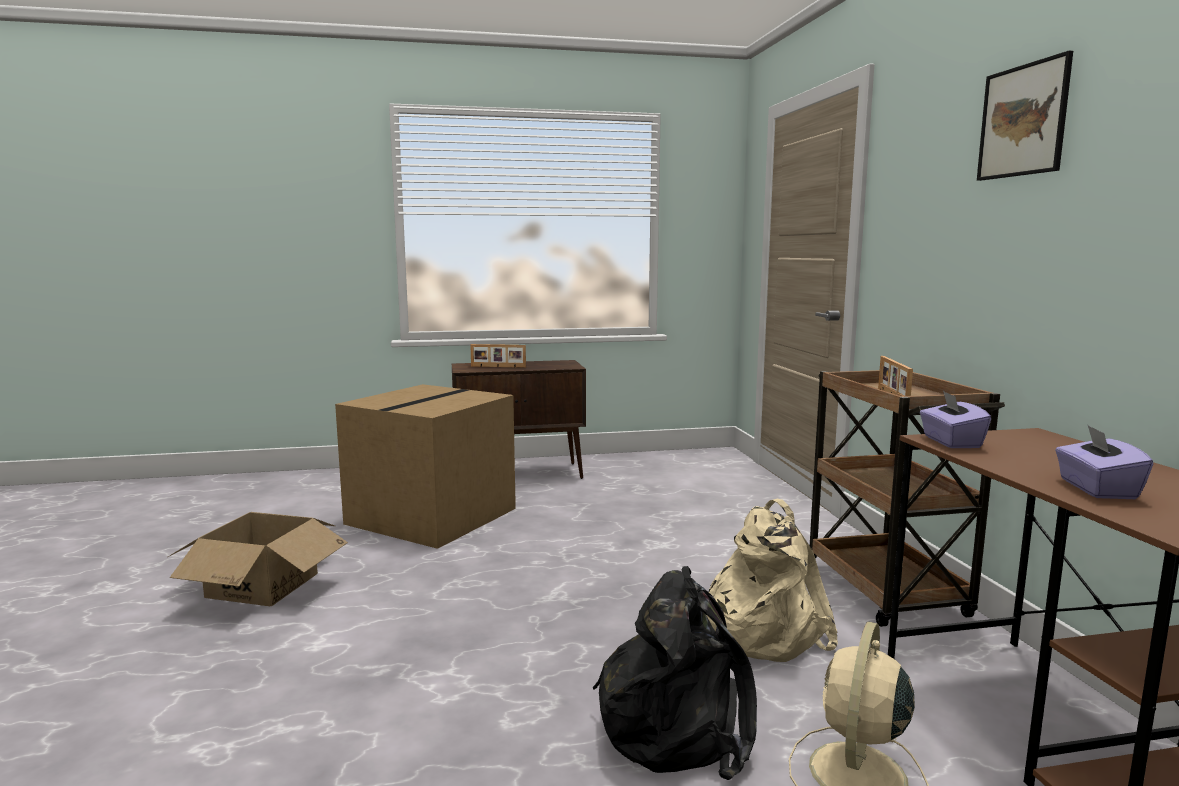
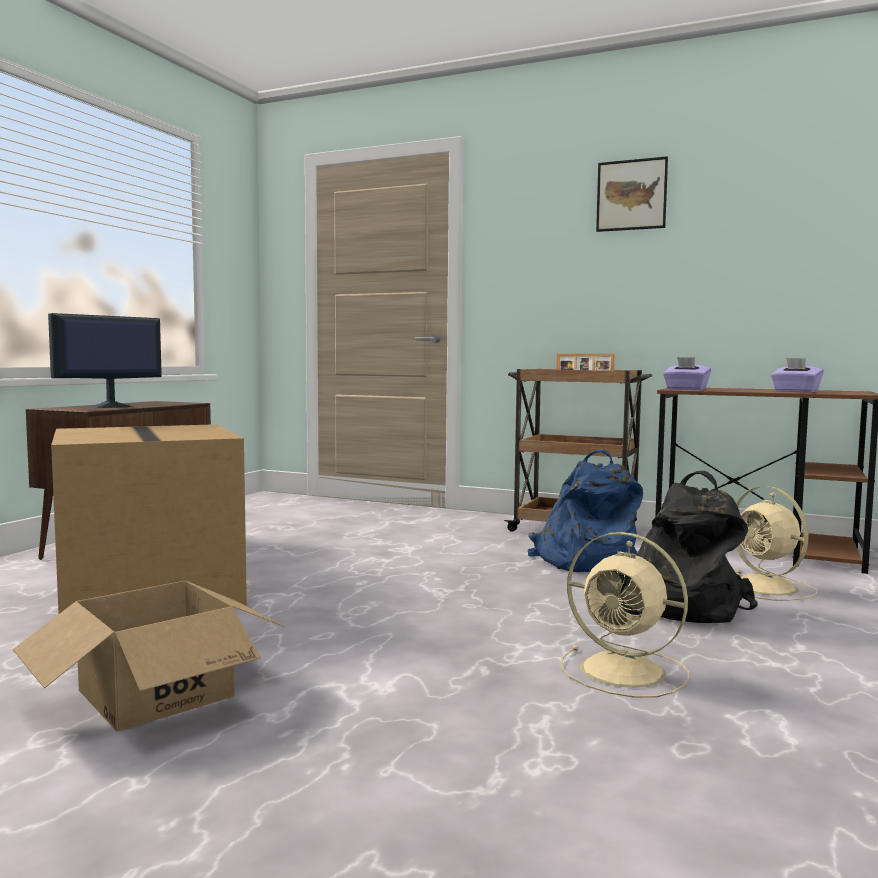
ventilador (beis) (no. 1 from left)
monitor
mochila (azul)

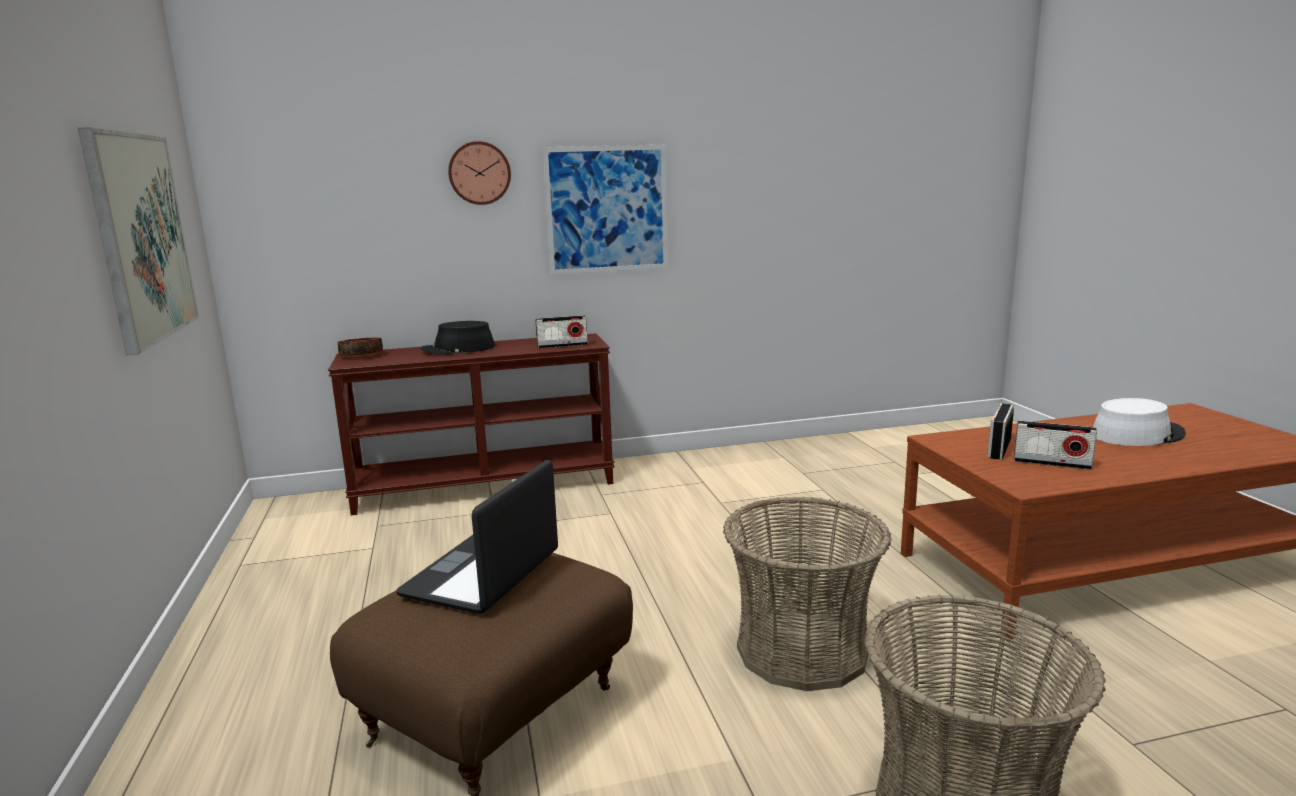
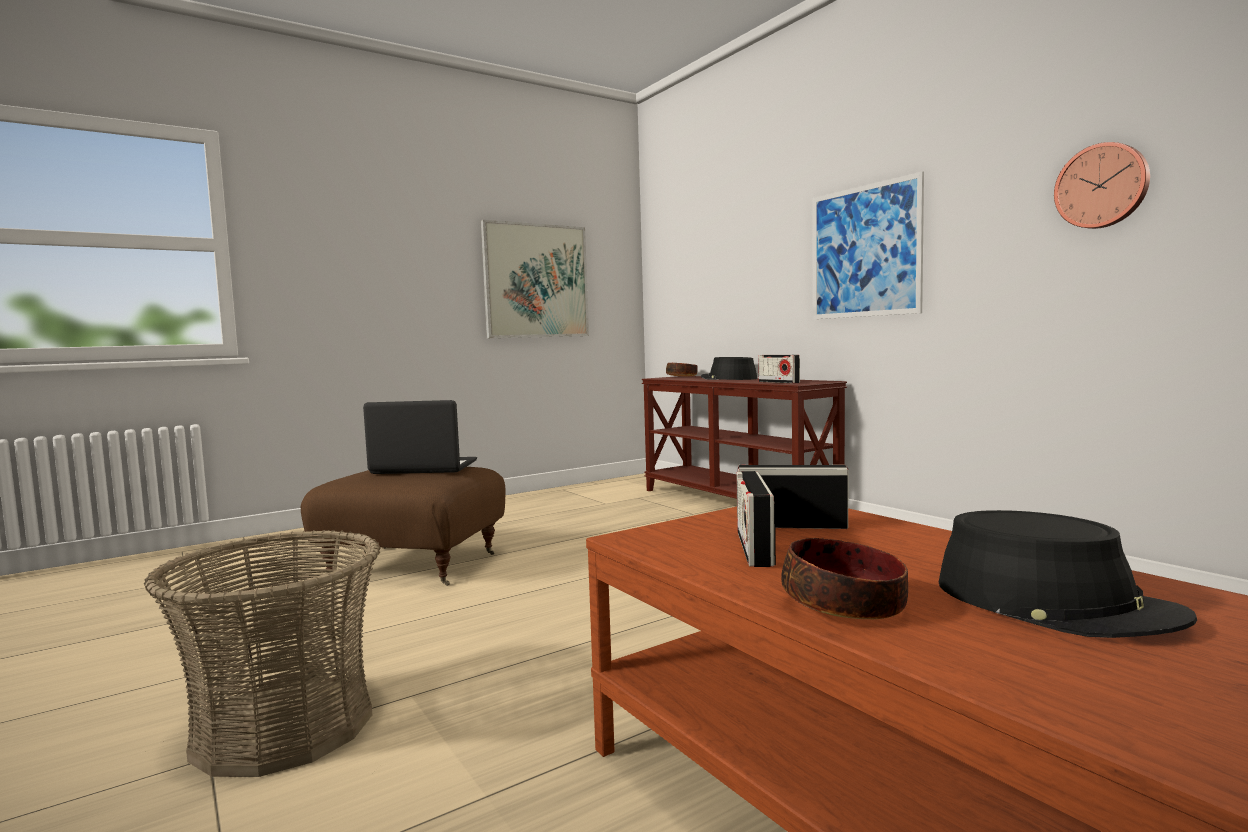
cesta (no. 1 from left in the first image)
cuenco (no. 2 from left)
reloj de pared
sombrero (negro) (no. 2 from left)

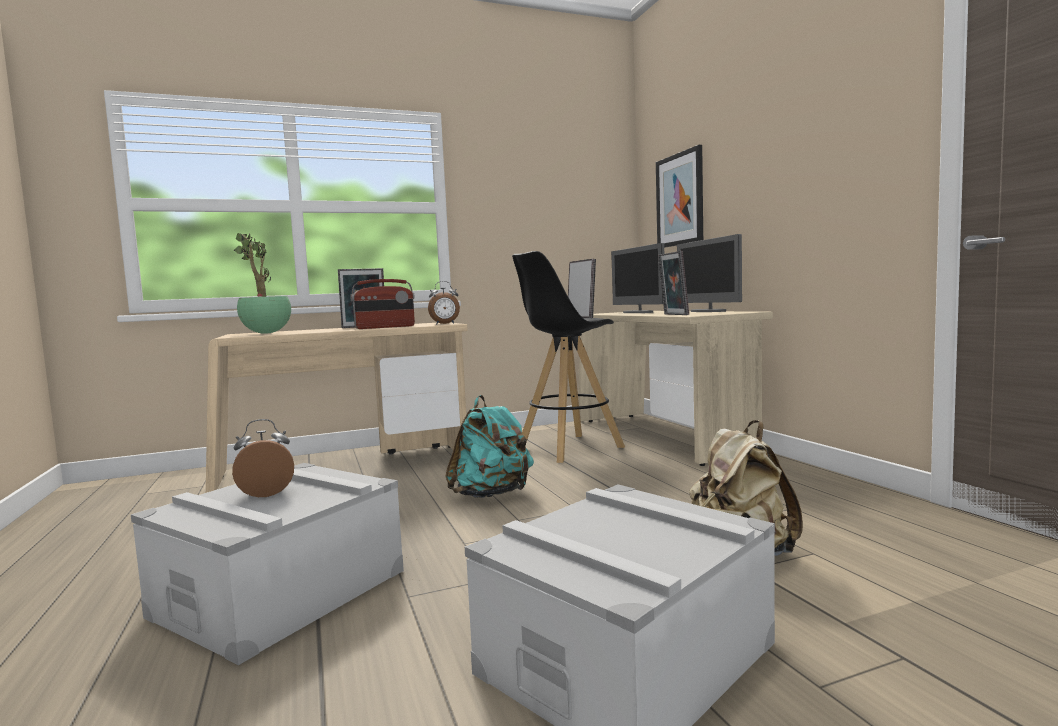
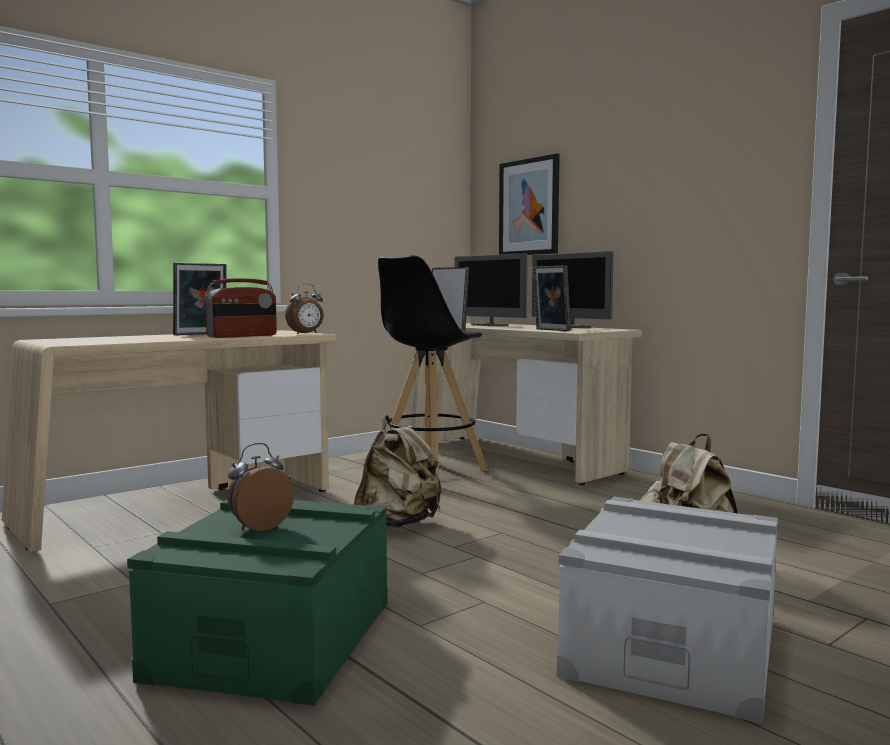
planta en maceta
caja de almacenaje (verde)
mochila (beis) (no. 1 from left)

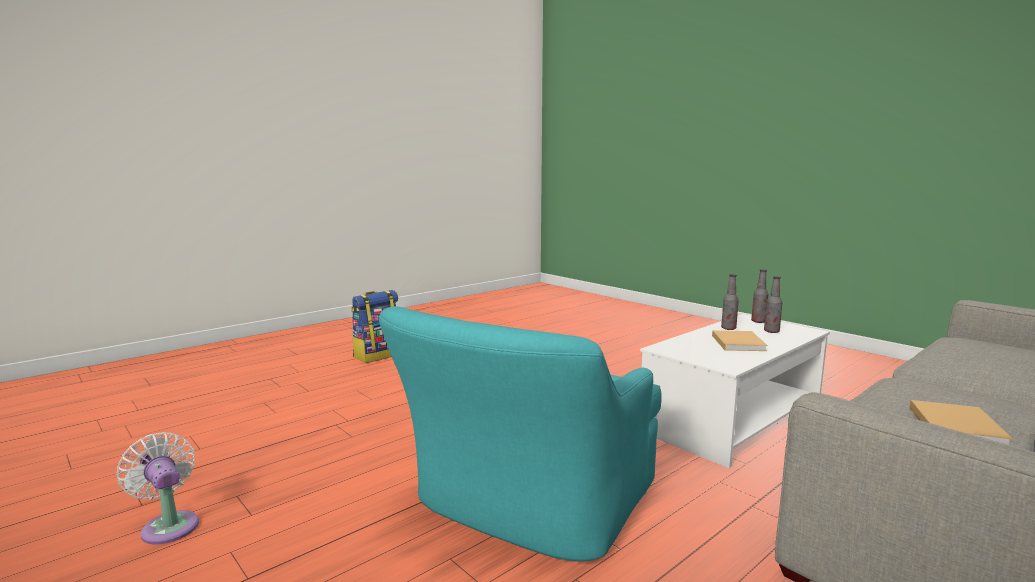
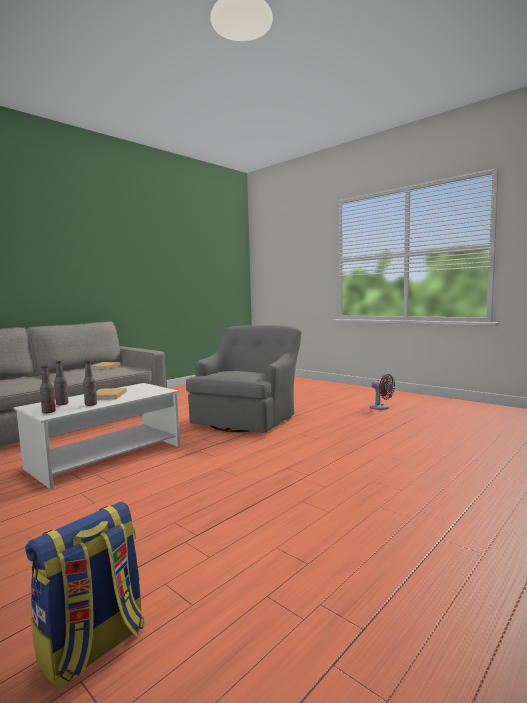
mochila
ventilador (marrón)
sillón (gris)

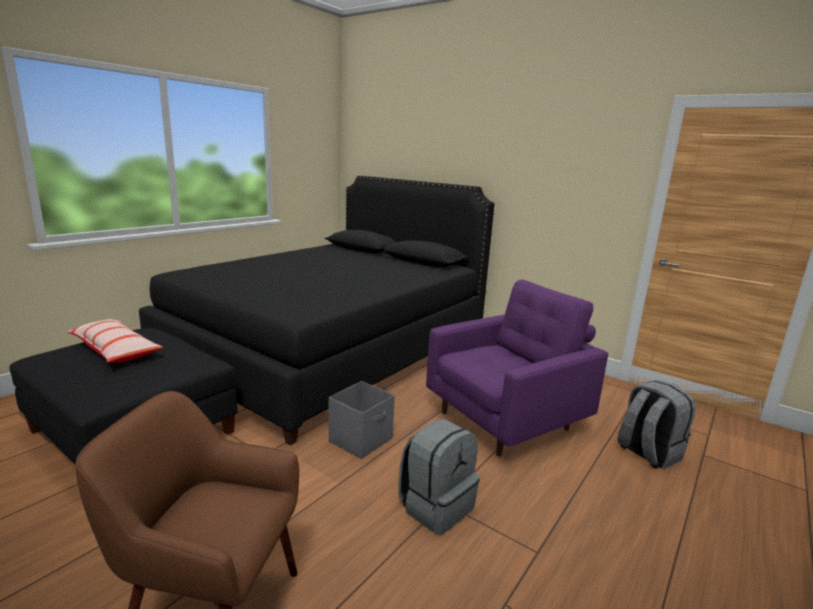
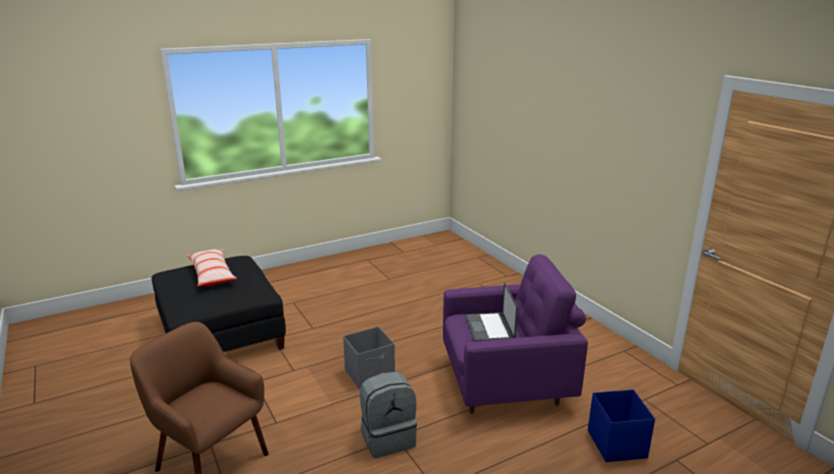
cama (negro)
portátil
caja de almacenaje (azul)

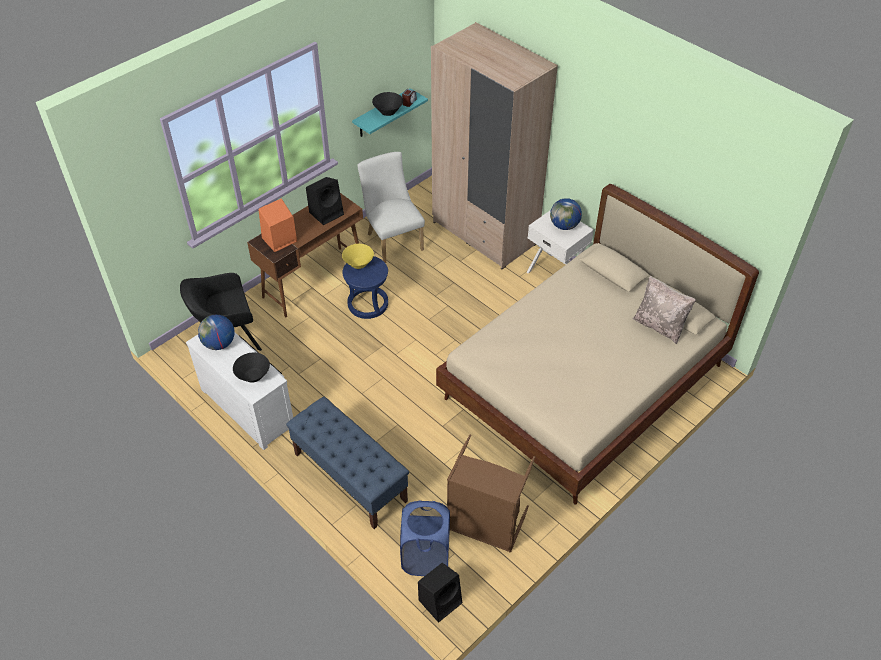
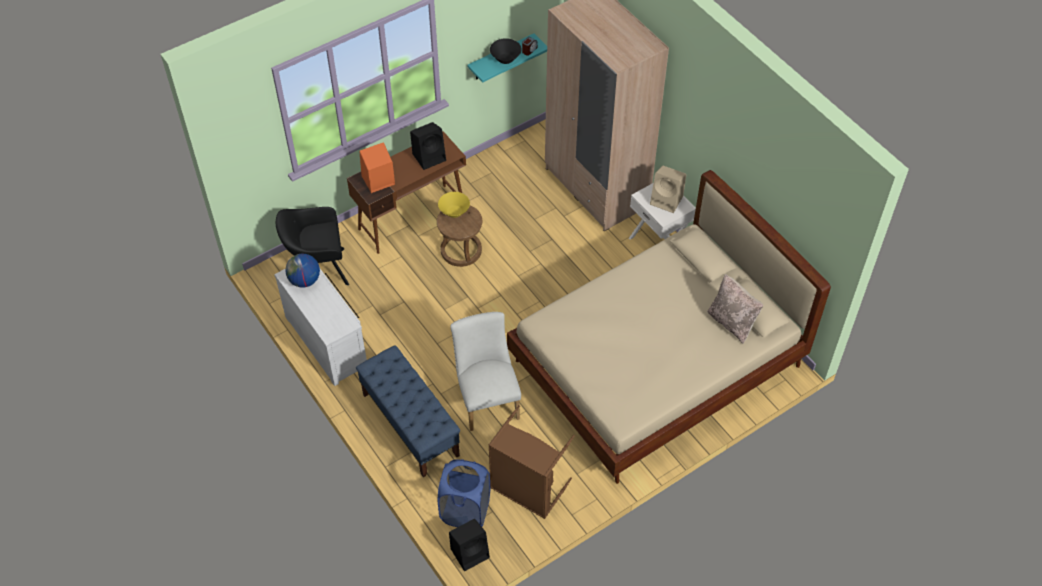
cuenco (negro) (no. 1 from left in the first image)
silla (blanco)
altavoz (beis)
taburete (marrón)

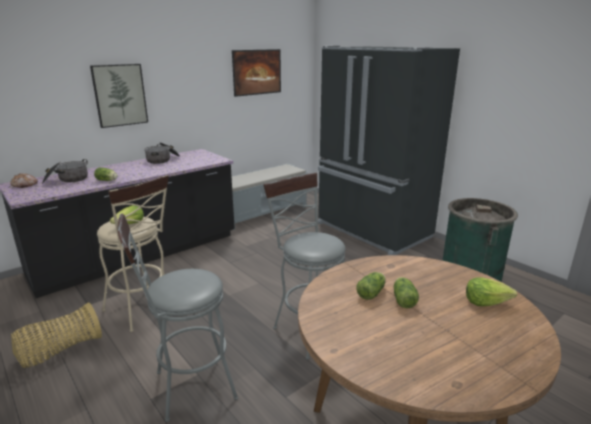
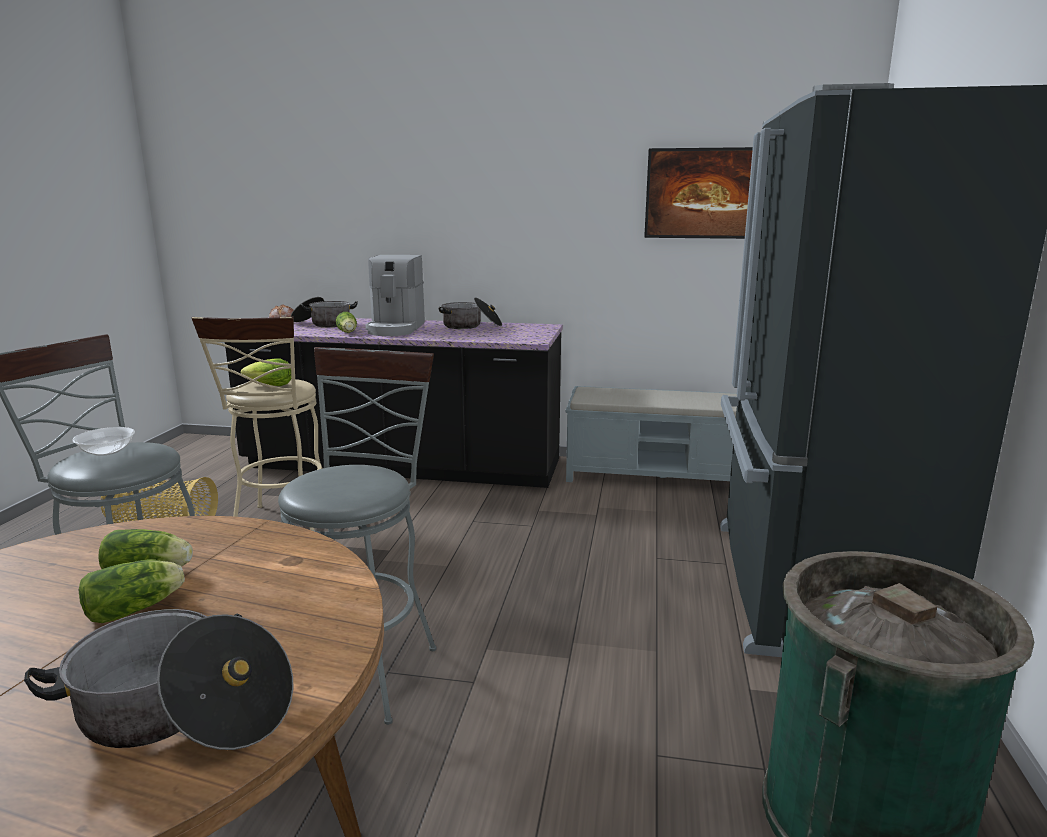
cuadro (no. 1 from left in the first image)
cuenco
cafetera
olla (no. 1 from left)

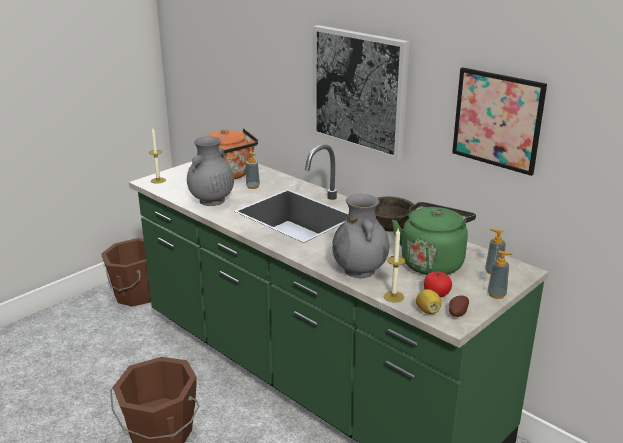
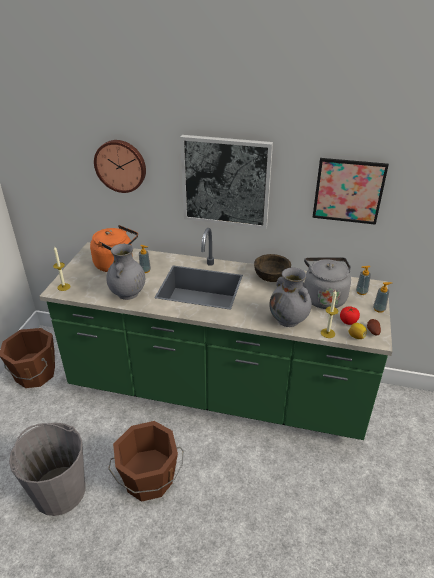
cubo (gris)
reloj de pared
hervidor (gris)

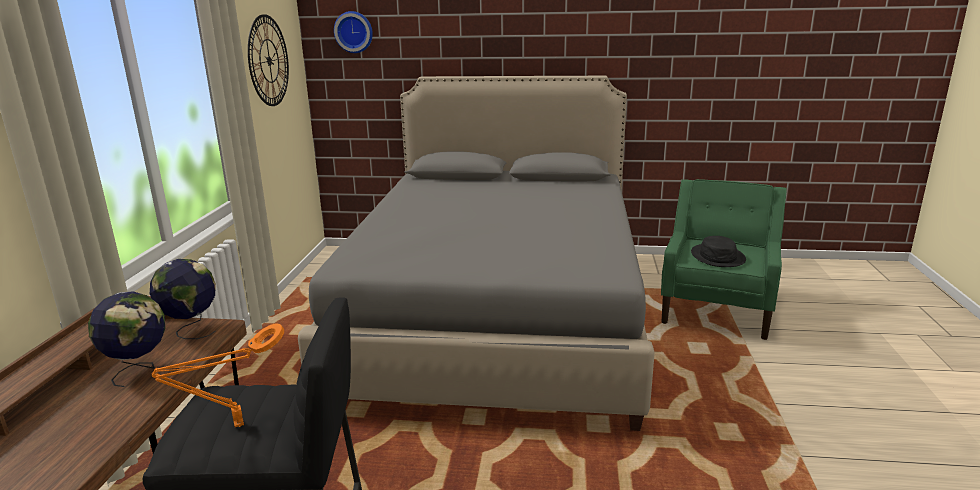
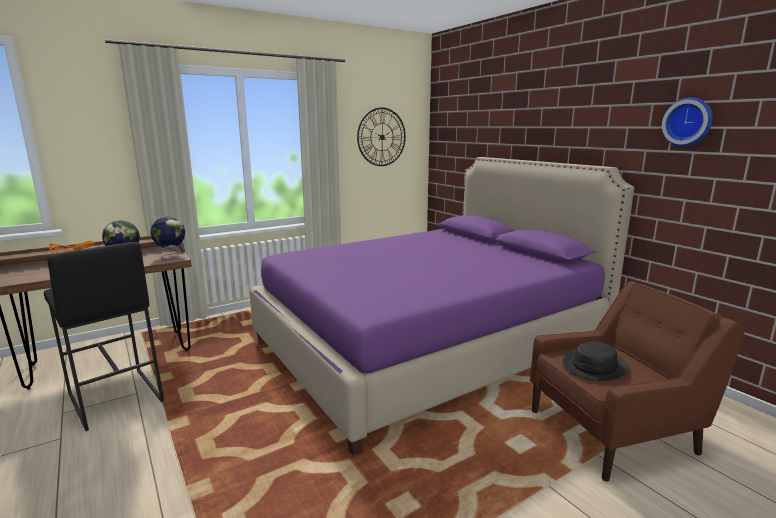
reloj de pared (no. 2 from left)
cama (morado)
sillón (marrón)

